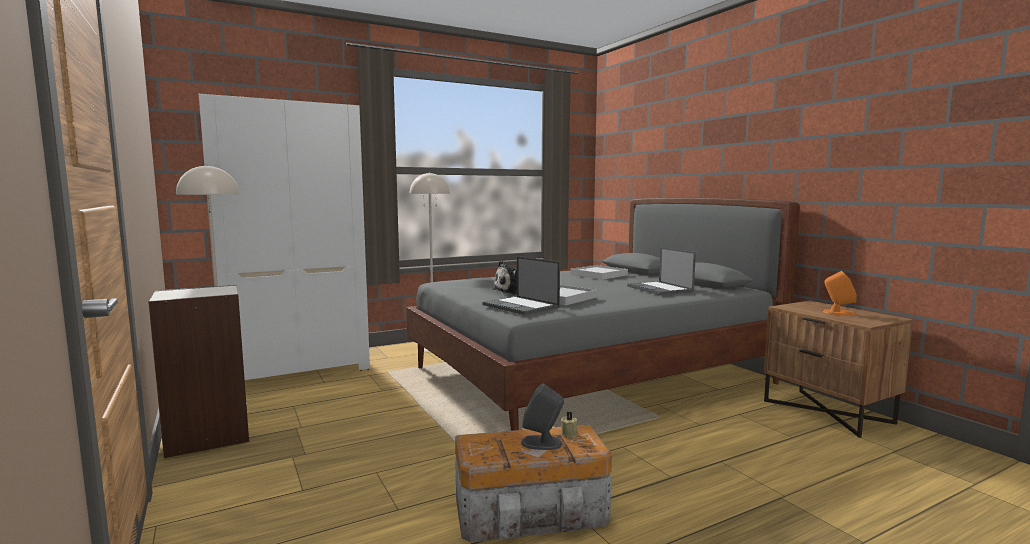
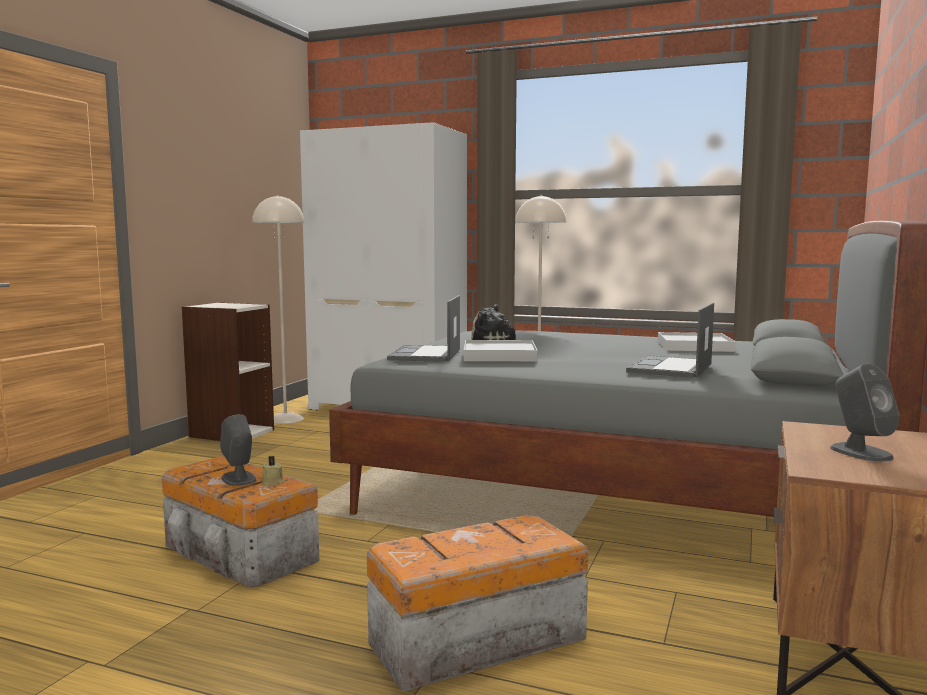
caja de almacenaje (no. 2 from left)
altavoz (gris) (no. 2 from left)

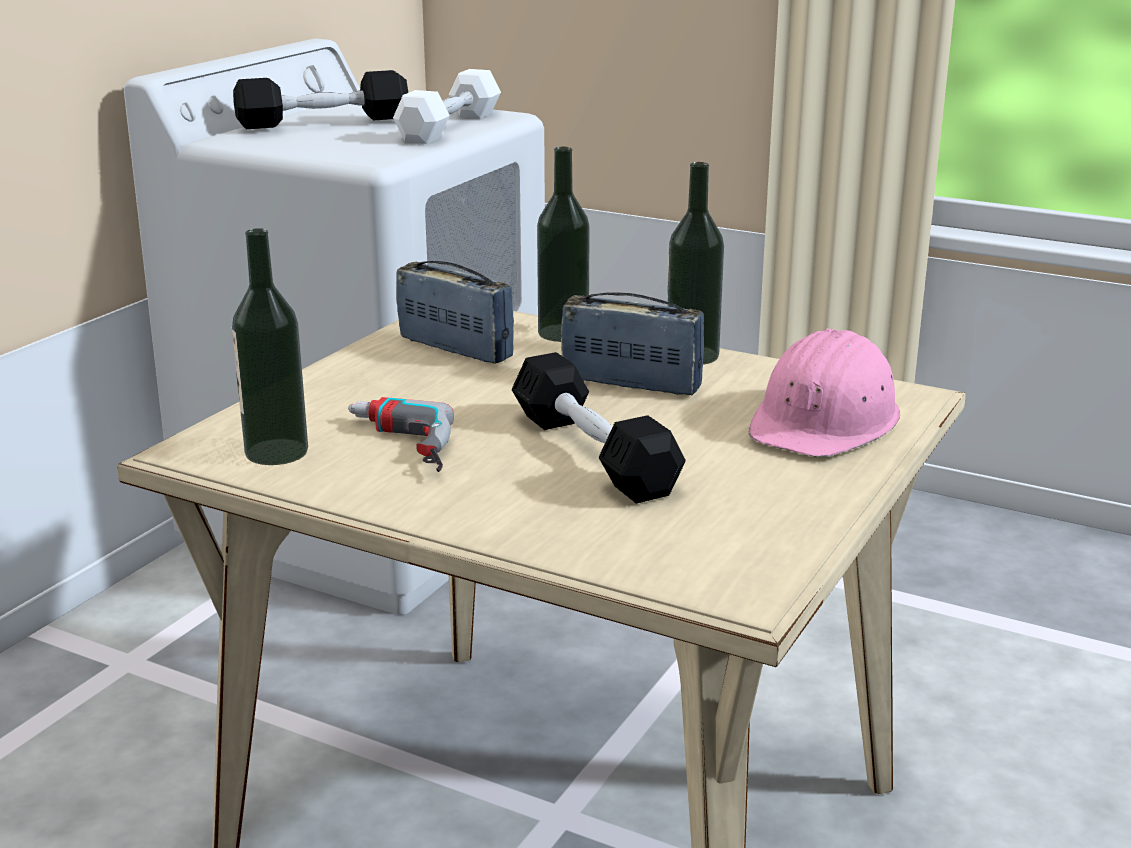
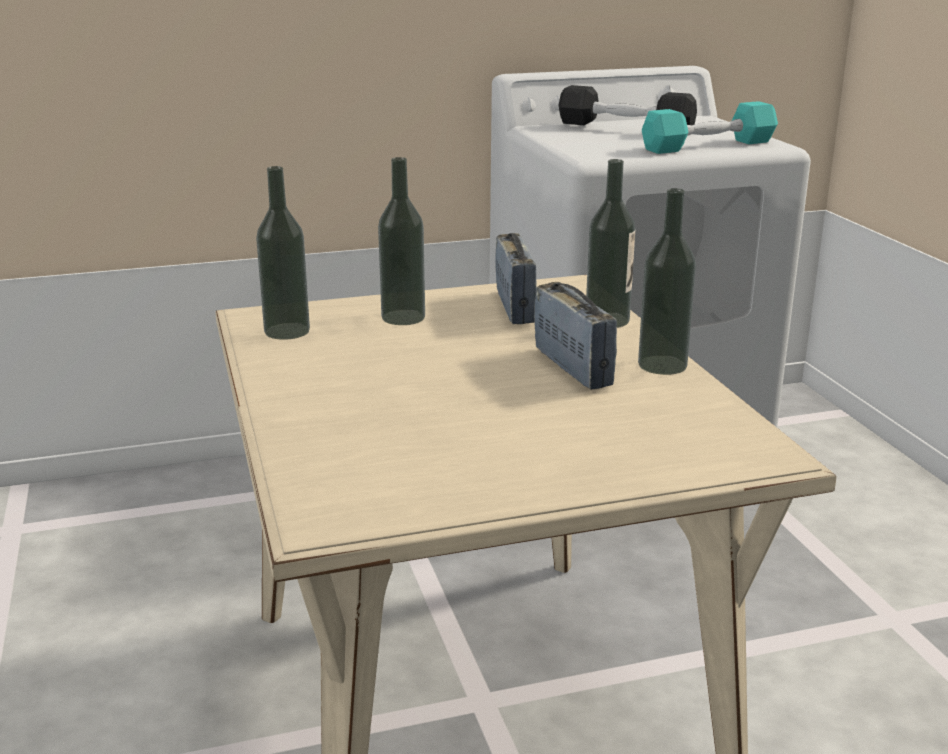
taladro
mancuerna (negro) (no. 2 from left in the first image)
casco (rosa)
botella (no. 2 from left)
mancuerna (turquesa)

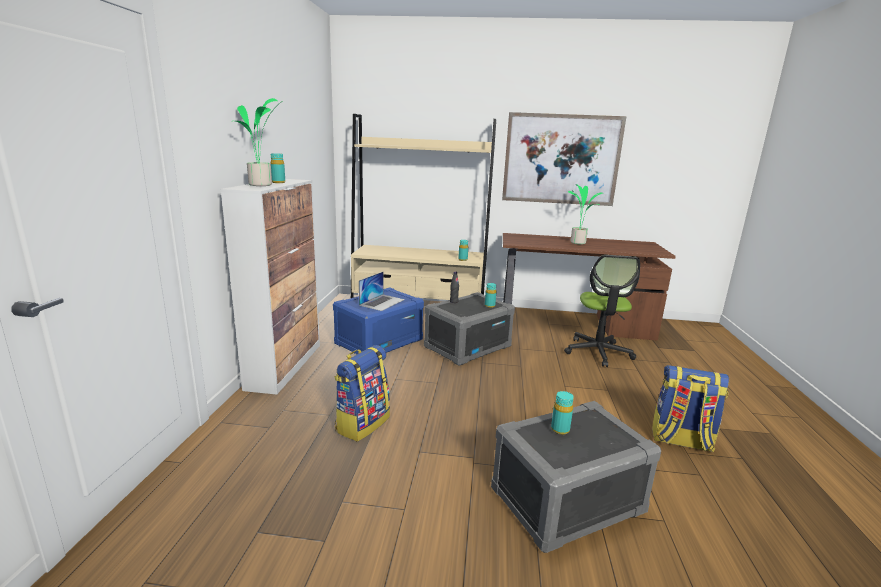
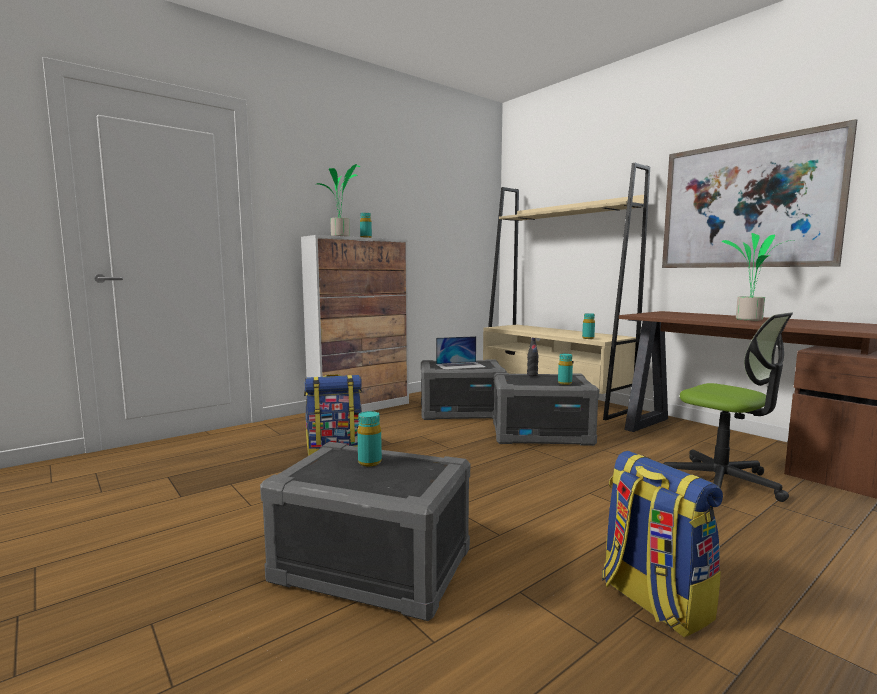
caja de almacenaje (gris) (no. 2 from left)
silla de oficina

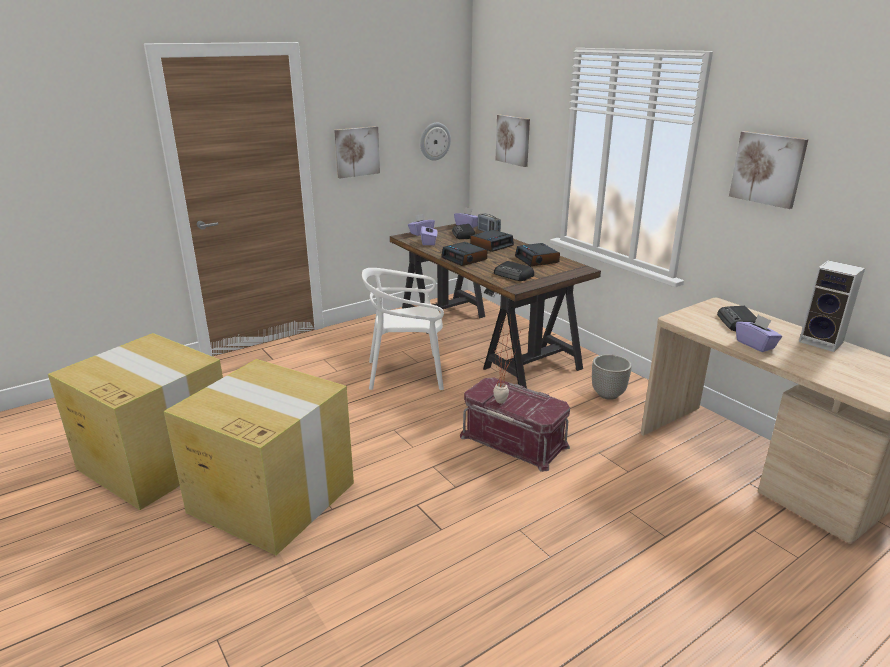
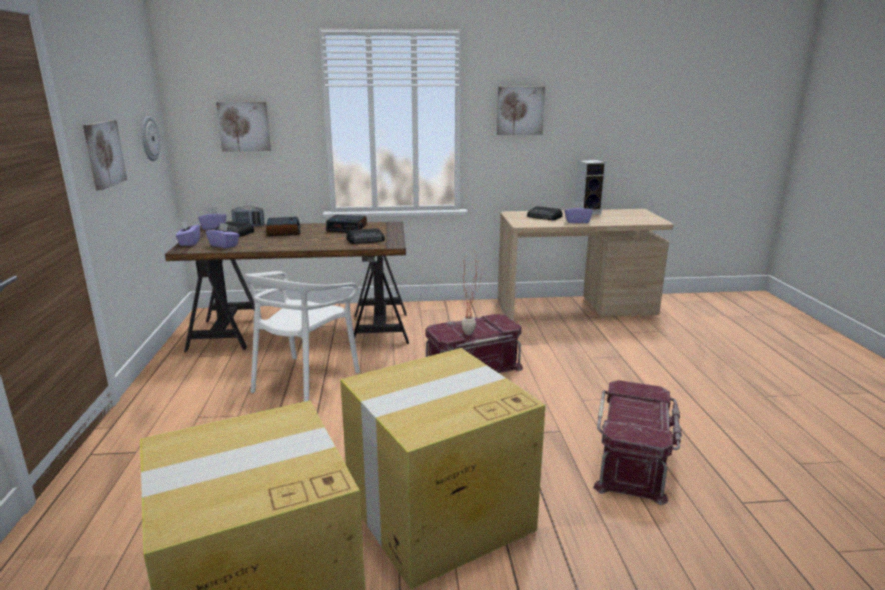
despertador (no. 1 from left in the first image)
maceta
caja de almacenaje (rojo) (no. 2 from left)

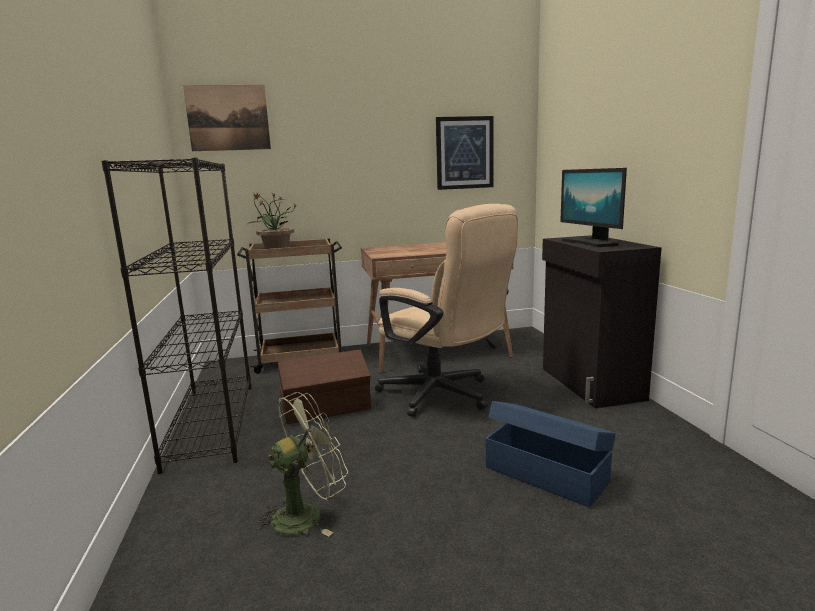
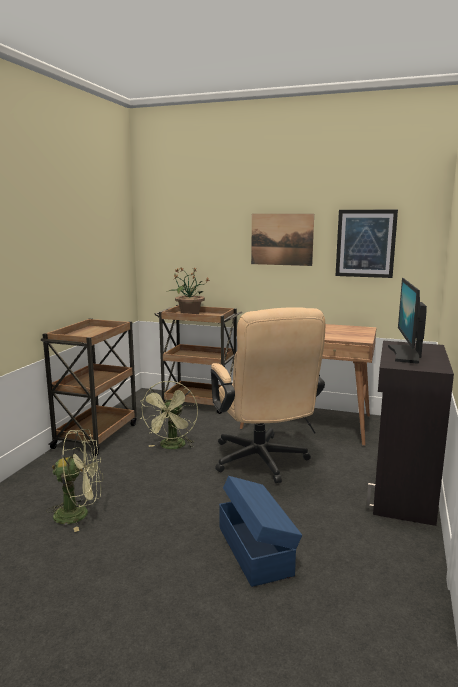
cuadro (no. 1 from left)
carrito (marrón) (no. 1 from left)
ventilador (verde) (no. 2 from left)

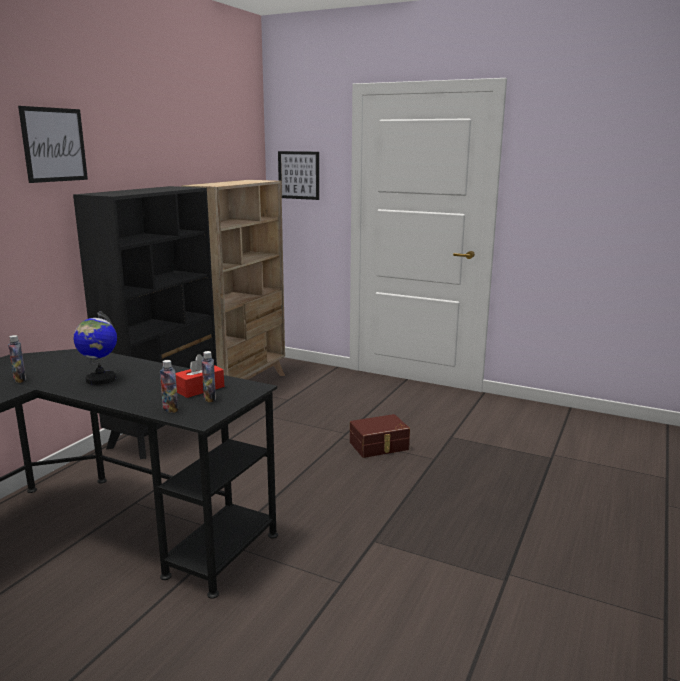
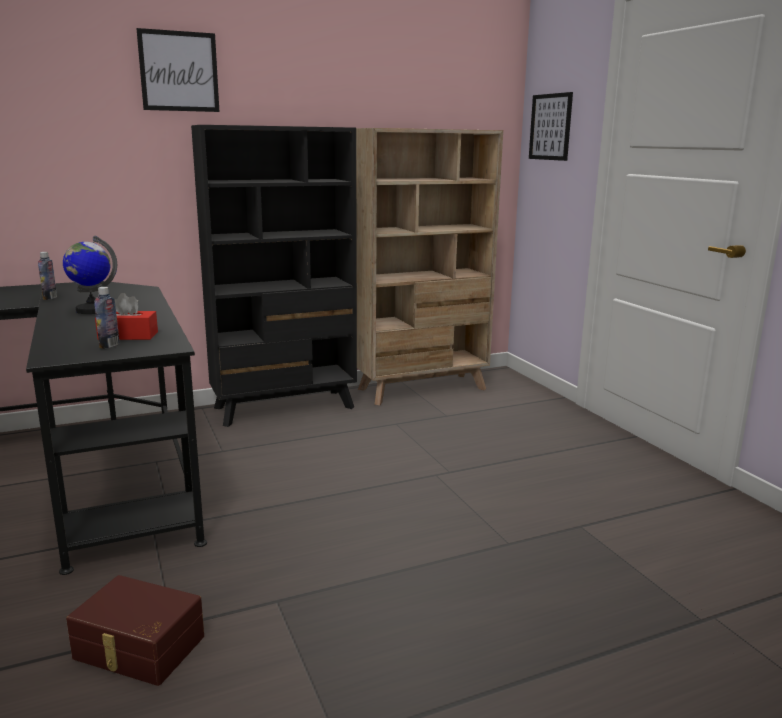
botella (no. 2 from left in the first image)
caja de almacenaje (marrón)

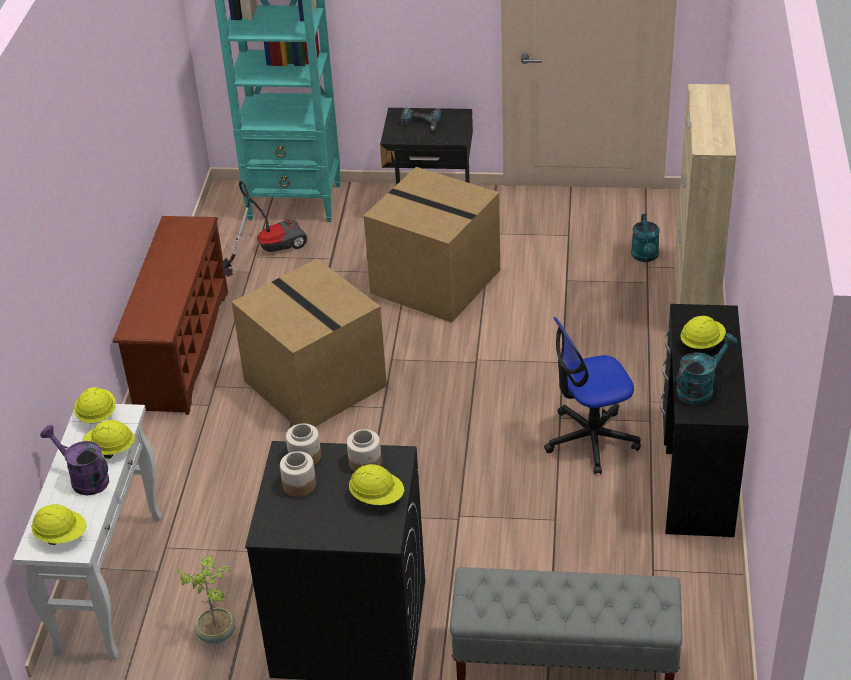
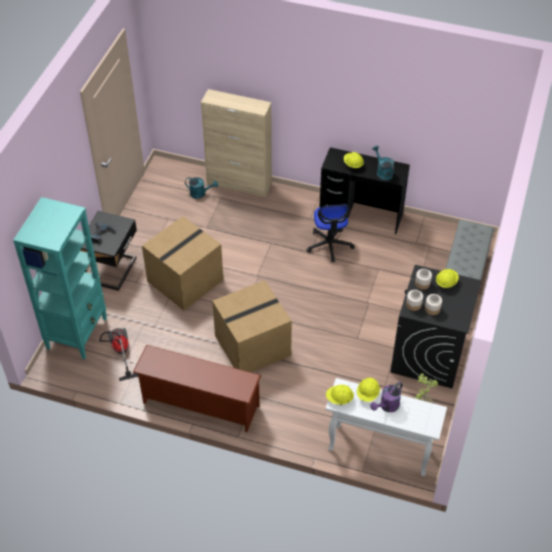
casco (amarillo) (no. 1 from left in the first image)

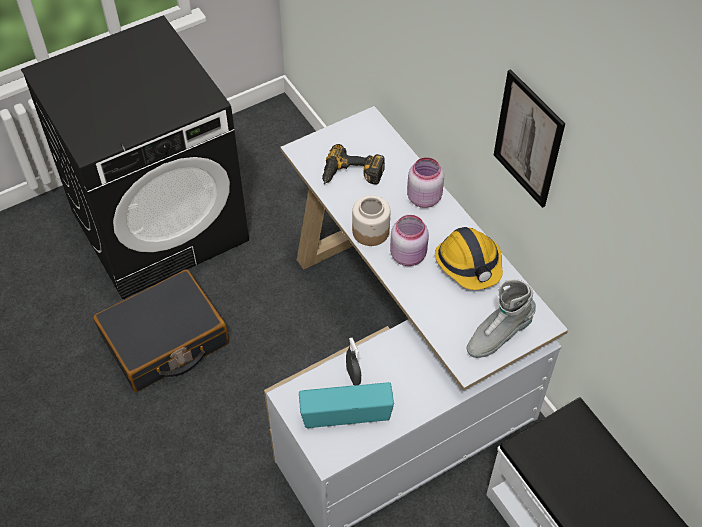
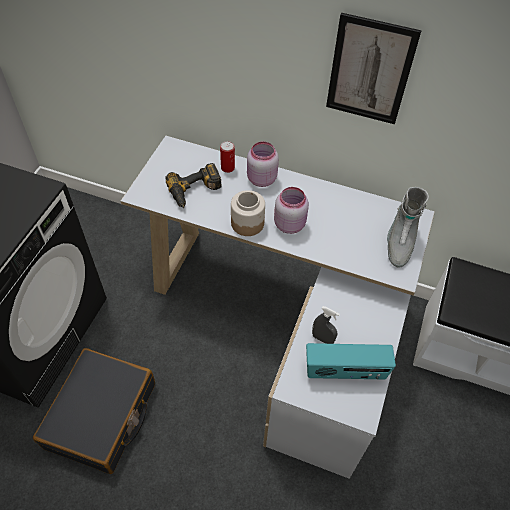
casco
lata
radio

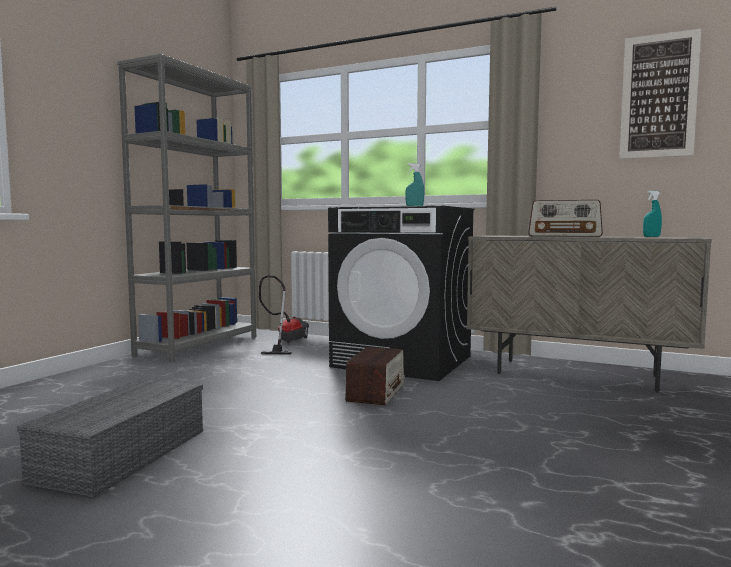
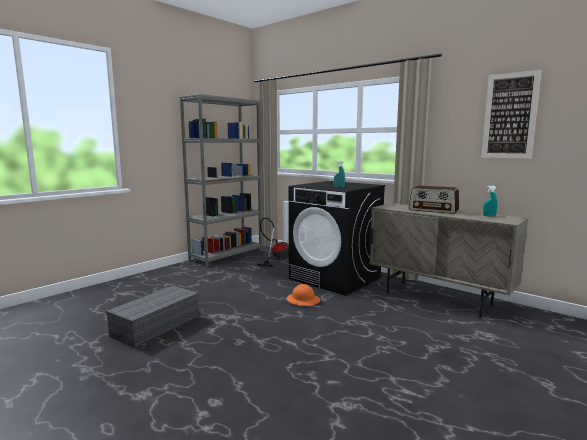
casco (naranja)

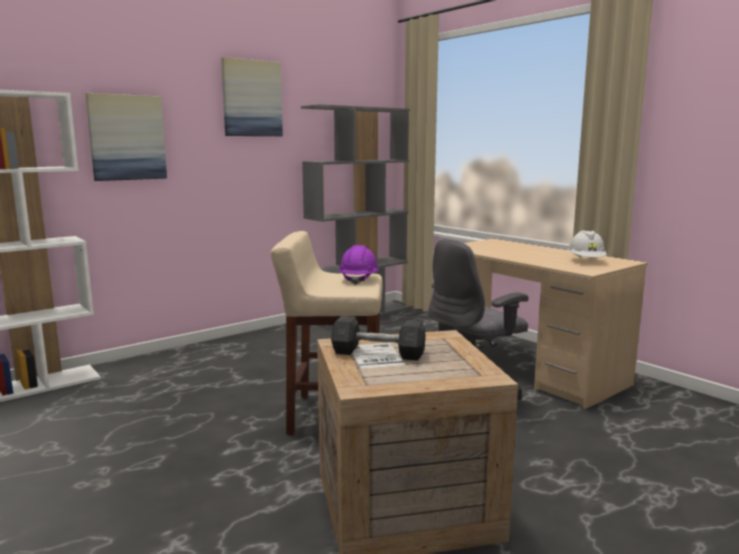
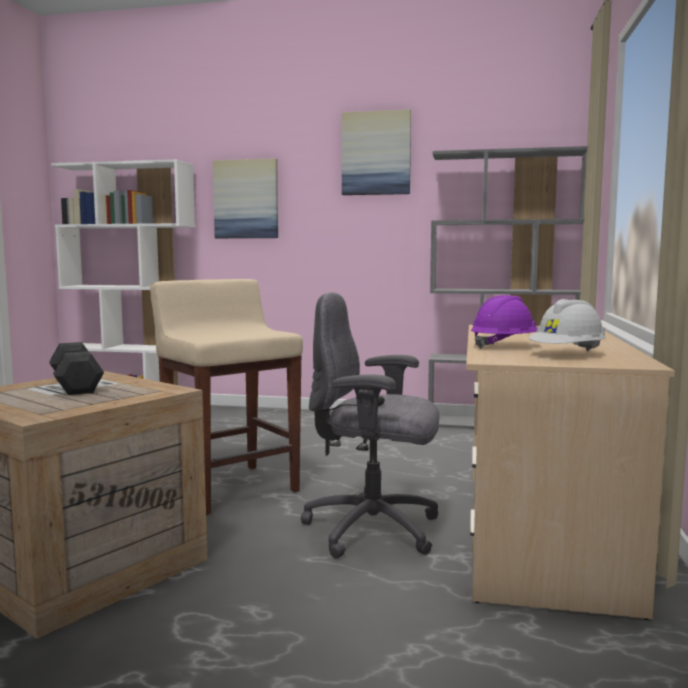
casco (morado)

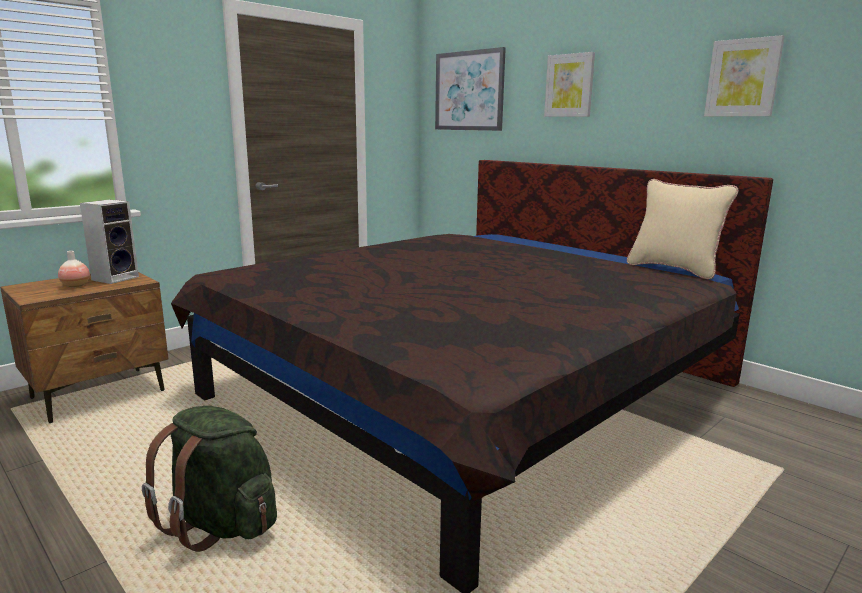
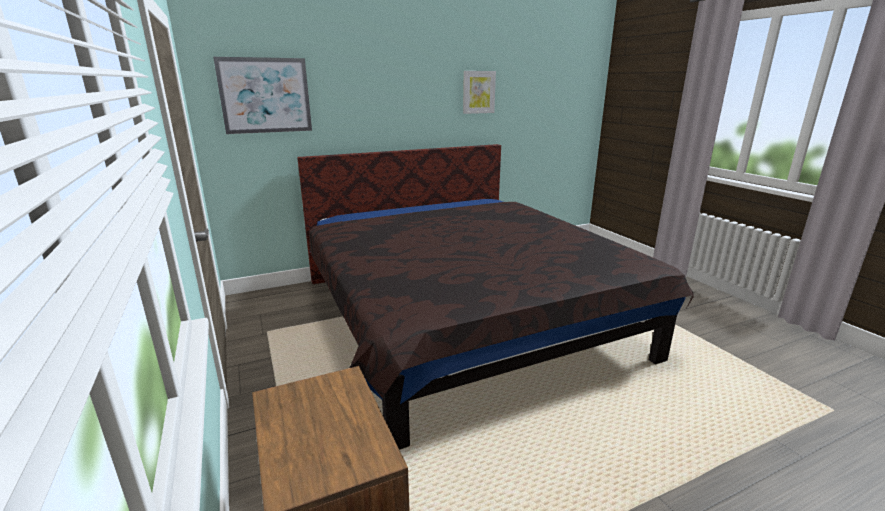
florero
altavoz
mochila (verde)
cuadro (no. 2 from left in the first image)
cojín (beis)

